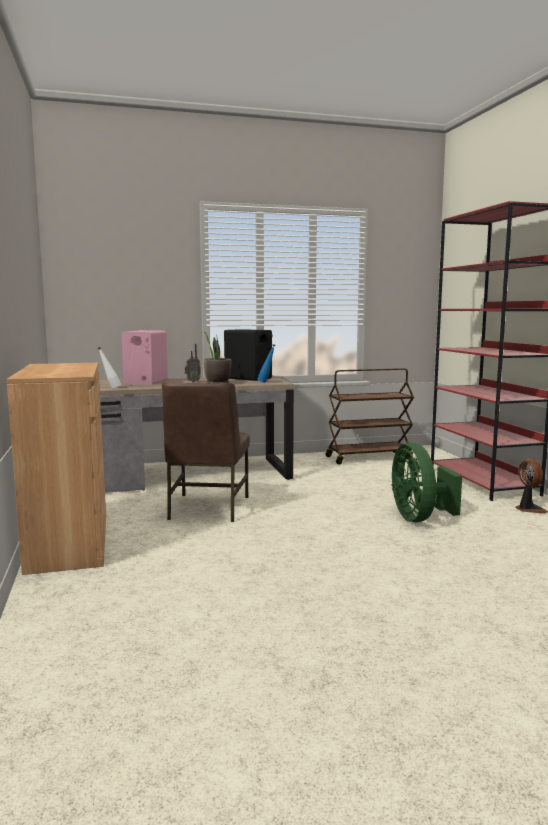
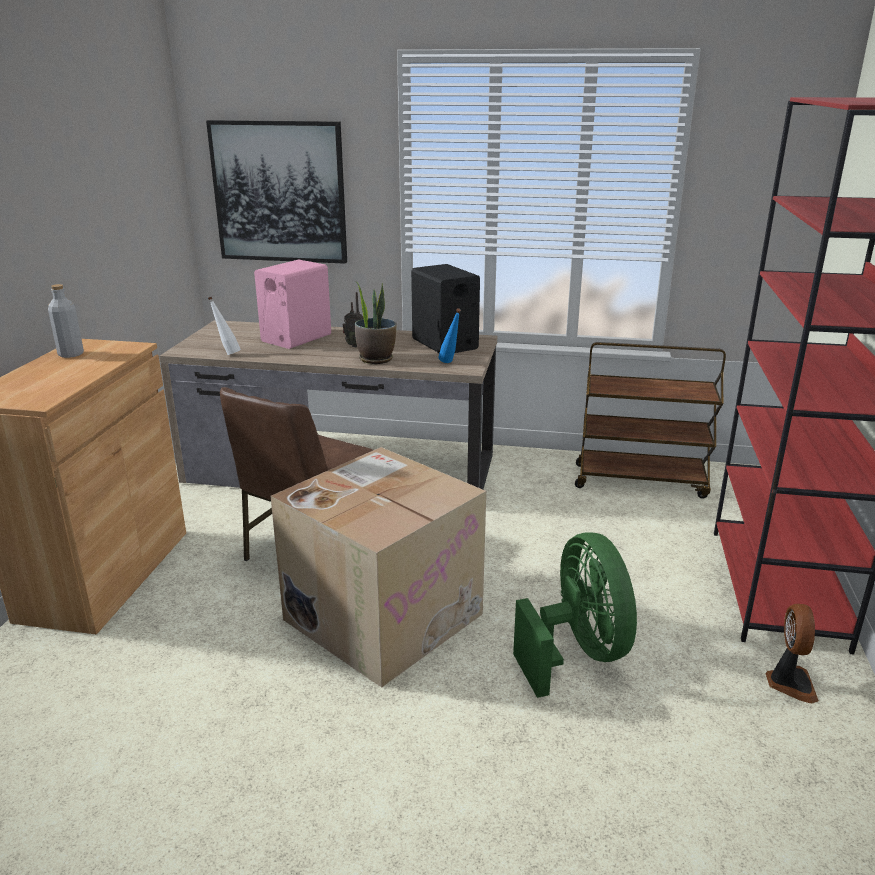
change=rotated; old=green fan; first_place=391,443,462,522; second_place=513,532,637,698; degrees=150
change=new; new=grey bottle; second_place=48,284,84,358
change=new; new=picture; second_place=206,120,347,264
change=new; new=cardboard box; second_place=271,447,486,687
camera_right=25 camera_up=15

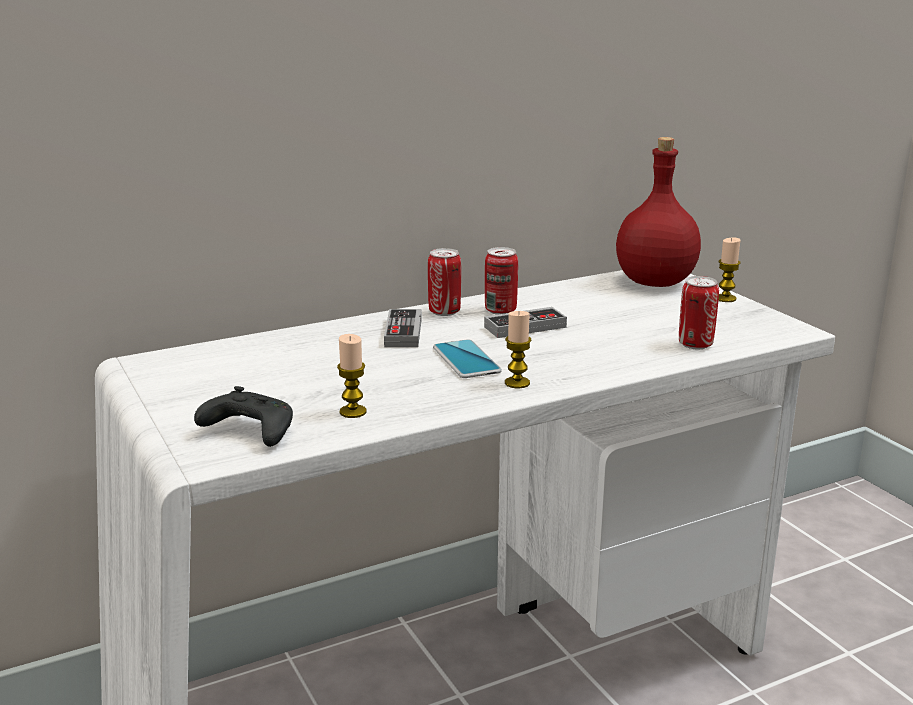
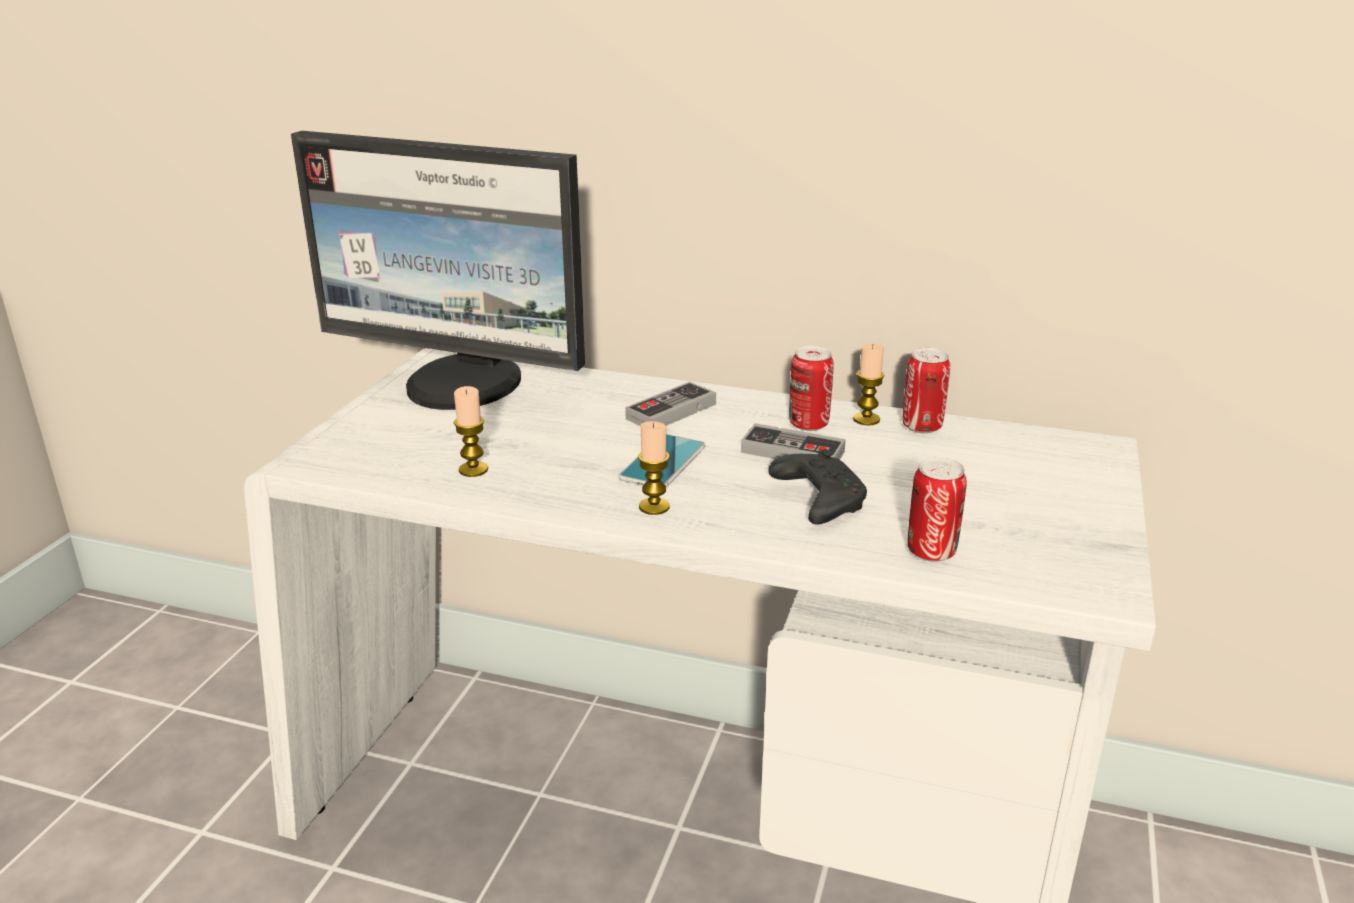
change=shifted; old=black game controller; first_place=194,386,293,447; second_place=768,449,867,524
change=shifted; old=can; first_place=428,248,461,316; second_place=903,348,950,433
change=gone; old=red bottle; first_place=616,137,701,287
change=shifted; old=candle; first_place=718,238,741,302; second_place=853,344,884,426
change=new; new=monitor; second_place=291,131,585,410
camera_right=45 camera_up=5

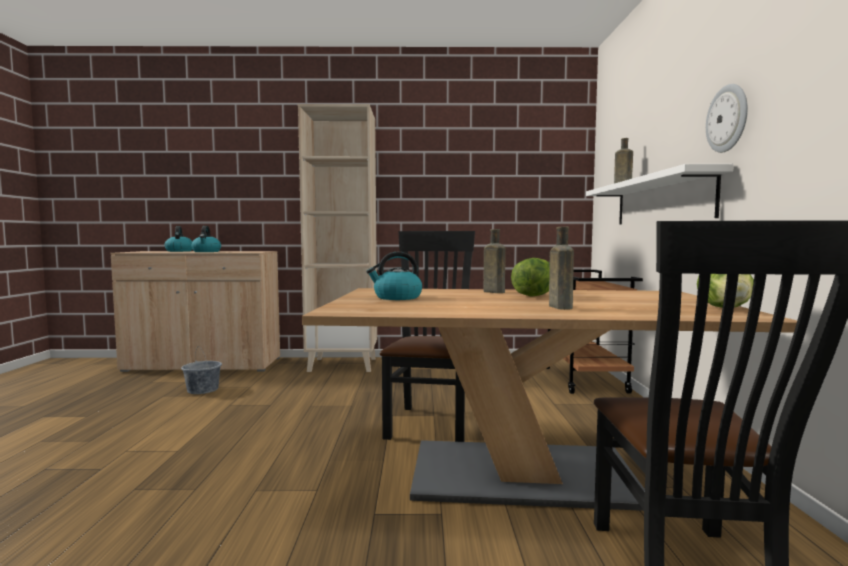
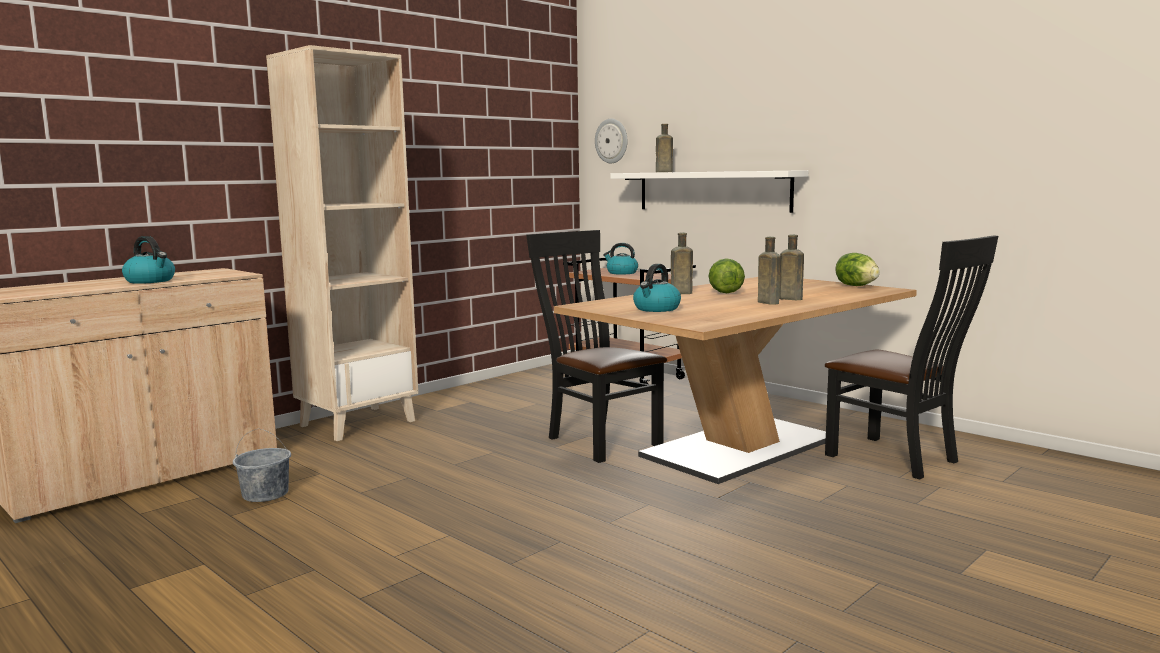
change=shifted; old=kettle; first_place=164,226,192,252; second_place=603,243,638,275
change=shifted; old=wall clock; first_place=706,84,748,153; second_place=595,119,627,163
change=new; new=brown bottle; second_place=758,237,780,304
camera_right=-45 camera_up=5

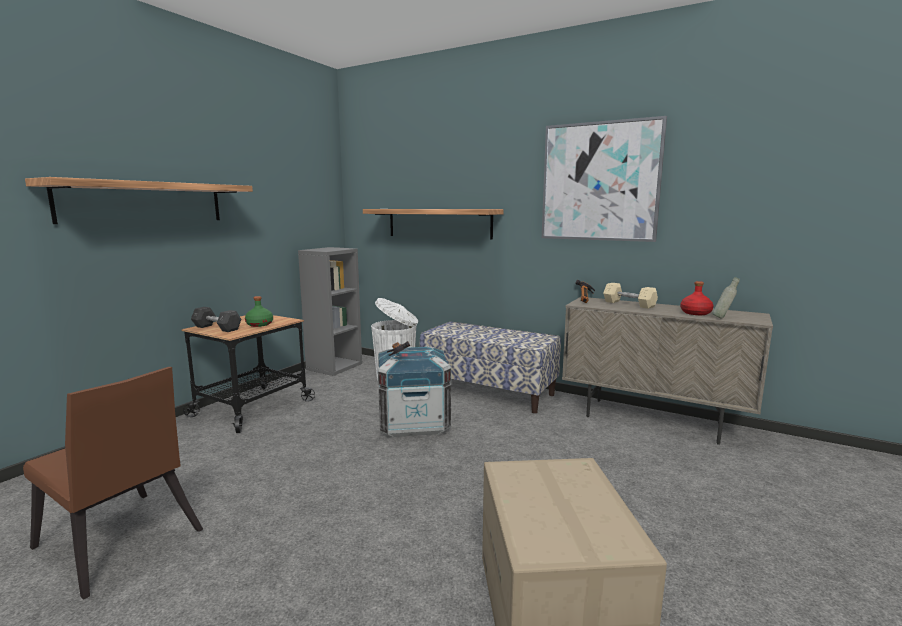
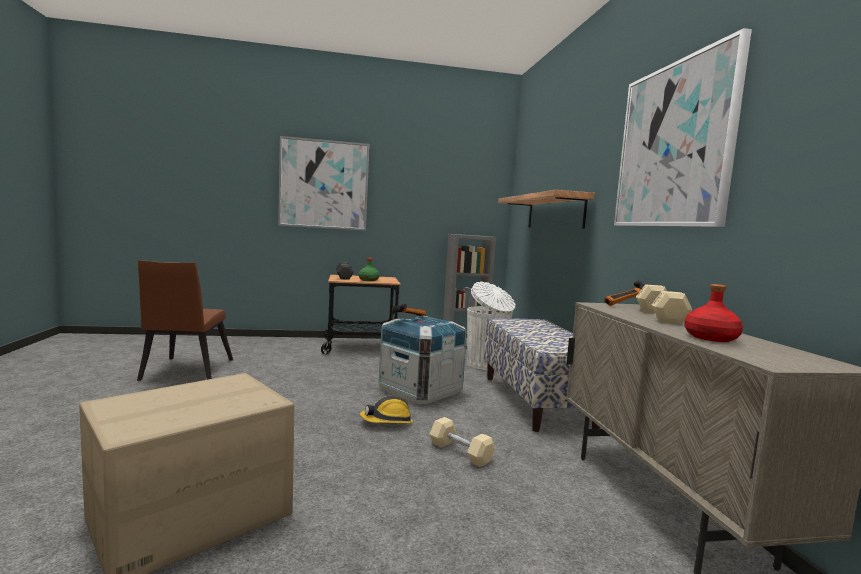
change=swapped; old=shelf; new=picture; first_place=25,177,253,224; second_place=278,136,370,231
change=gone; old=grey bottle; first_place=712,277,740,319
change=new; new=hard hat; second_place=360,396,413,423
change=new; new=beige dumbbell; second_place=429,417,495,467
camera_right=50 camera_up=-5

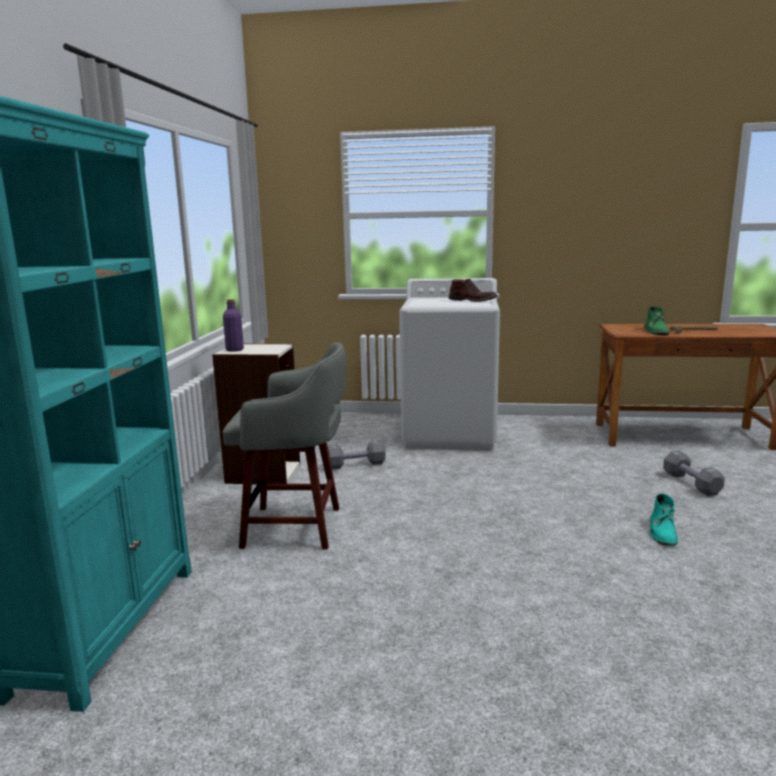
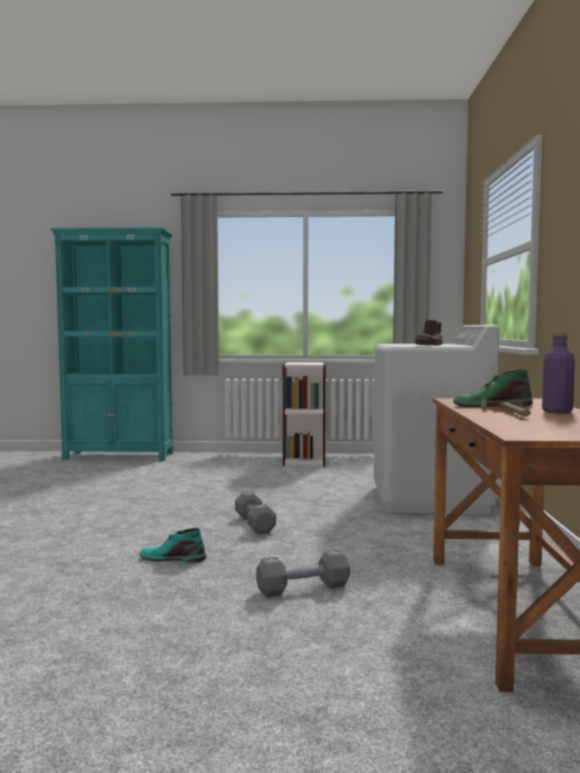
change=shifted; old=purple bottle; first_place=223,299,244,352; second_place=542,332,575,413
change=gone; old=grey stool; first_place=223,342,346,550
change=shifted; old=grey dumbbell; first_place=328,440,386,469; second_place=235,492,276,534
camera_right=85 camera_up=-10

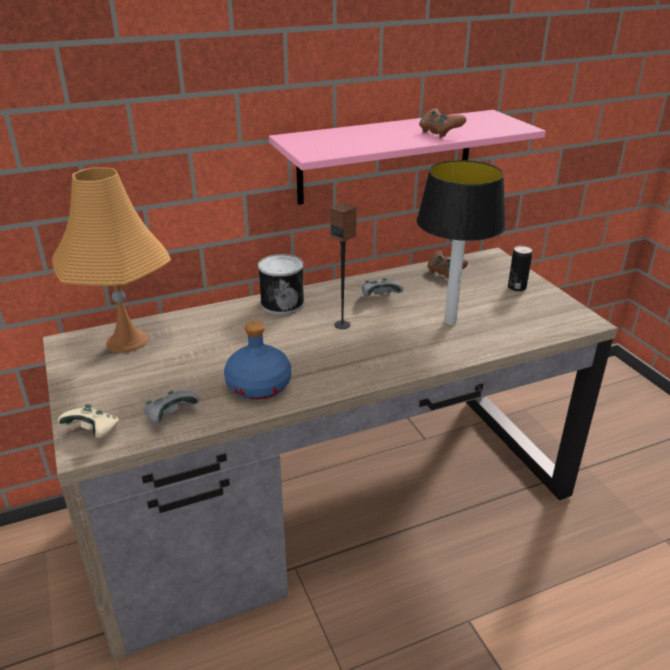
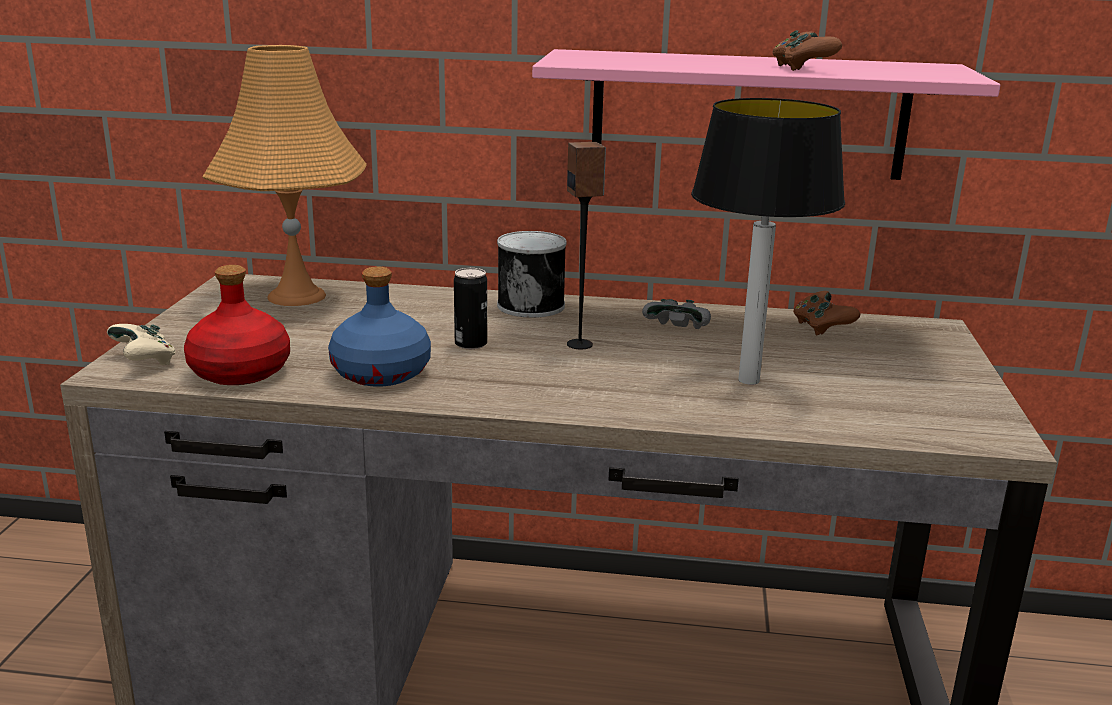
change=swapped; old=grey game controller; new=red bottle; first_place=144,391,200,424; second_place=184,265,290,385
change=shifted; old=can; first_place=508,246,532,292; second_place=454,268,487,349
camera_right=30 camera_up=-10

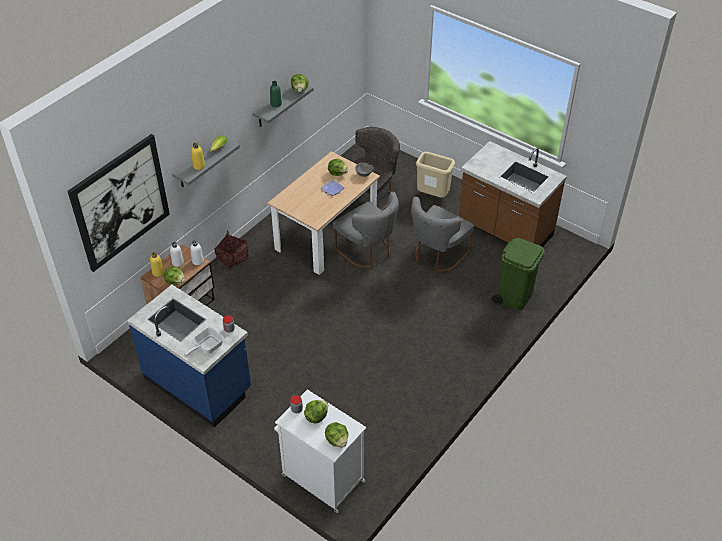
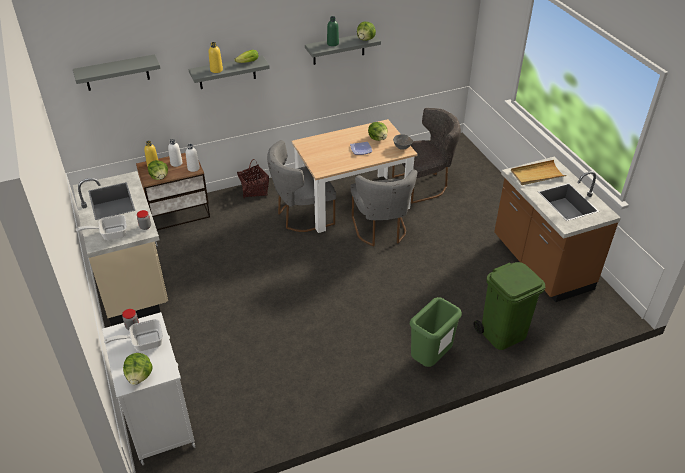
change=swapped; old=picture; new=grey shelf; first_place=68,134,170,272; second_place=73,54,161,91
change=repainted; old=blue counter; new=beige counter; first_place=127,285,251,427; second_place=73,171,168,326
change=swapped; old=lettuce; new=frying pan; first_place=304,400,328,423; second_place=104,319,163,351
change=shifted; old=grey chair; first_place=411,197,474,272; second_place=267,140,336,232
change=gone; old=beige trash can; first_place=416,152,455,197
change=new; new=green trash can; second_place=410,297,462,367
change=new; new=beige tray; second_place=511,160,567,185
camera_right=30 camera_up=-5

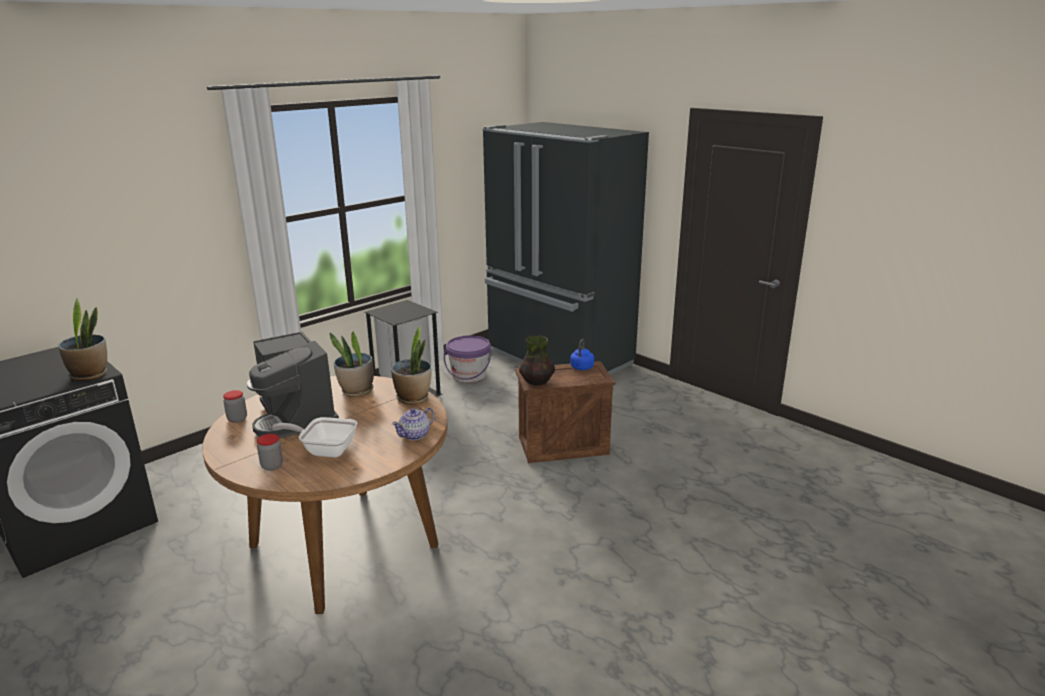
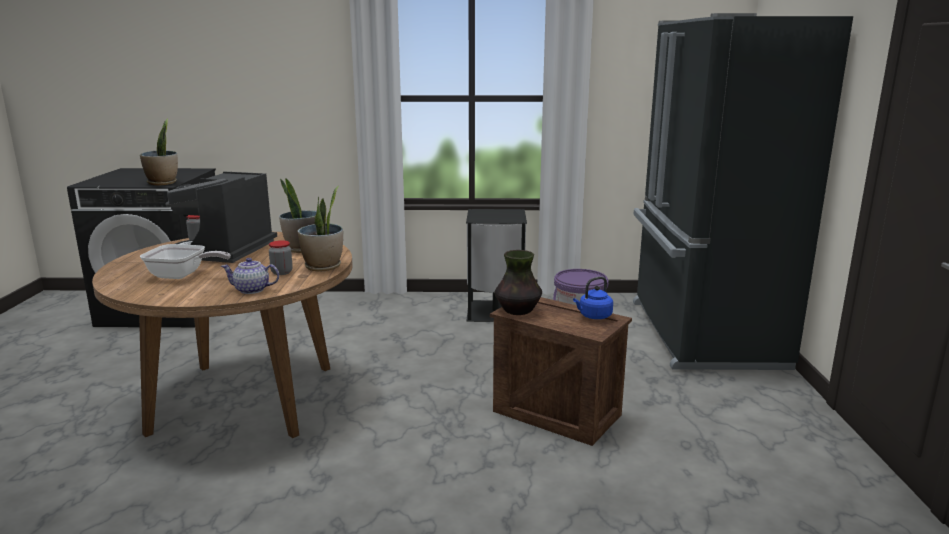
change=shifted; old=jar; first_place=257,434,283,471; second_place=269,240,293,275
change=rotated; old=frying pan; first_place=272,417,357,458; second_place=140,244,231,279; degrees=135
camera_right=45 camera_up=-5

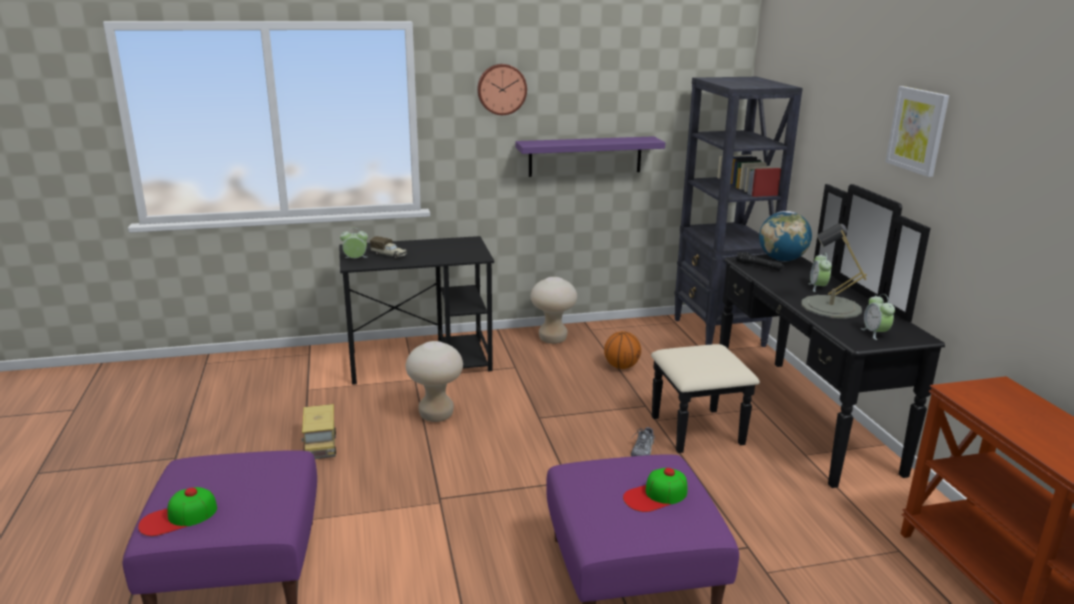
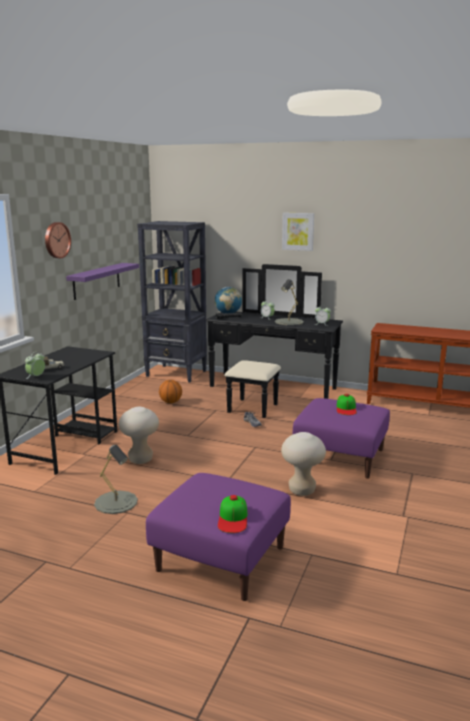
change=swapped; old=toy truck; new=grey table lamp; first_place=301,404,336,459; second_place=94,445,138,514
change=shifted; old=beige stool; first_place=530,277,577,344; second_place=281,432,326,496
camera_right=-55 camera_up=-5

